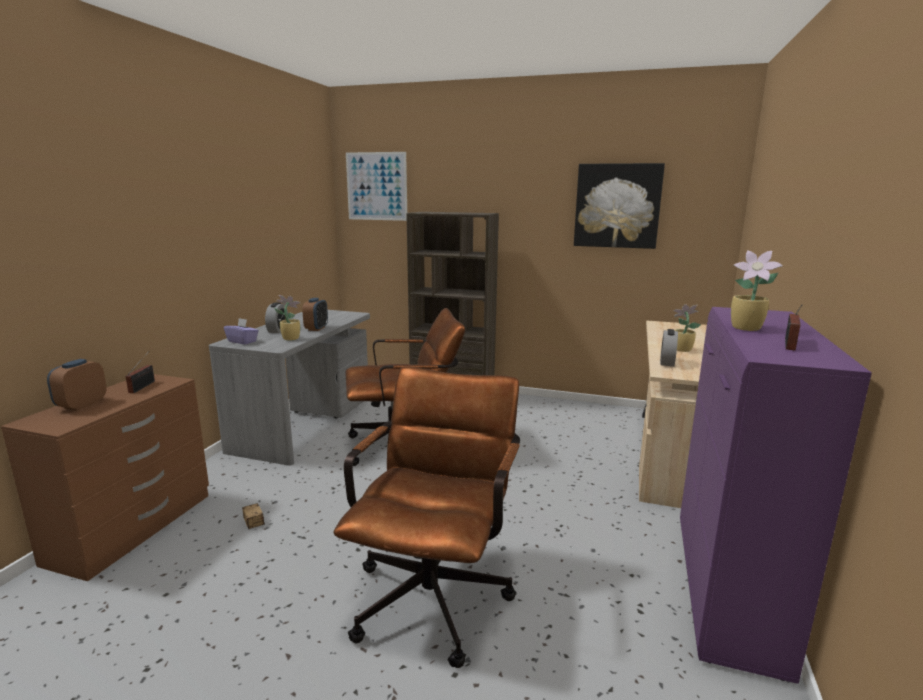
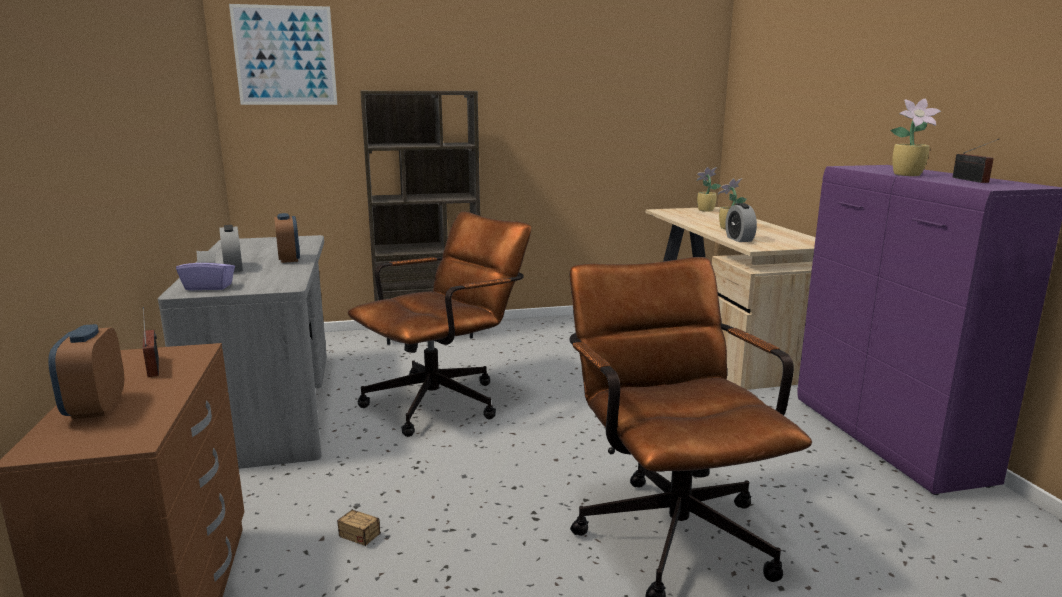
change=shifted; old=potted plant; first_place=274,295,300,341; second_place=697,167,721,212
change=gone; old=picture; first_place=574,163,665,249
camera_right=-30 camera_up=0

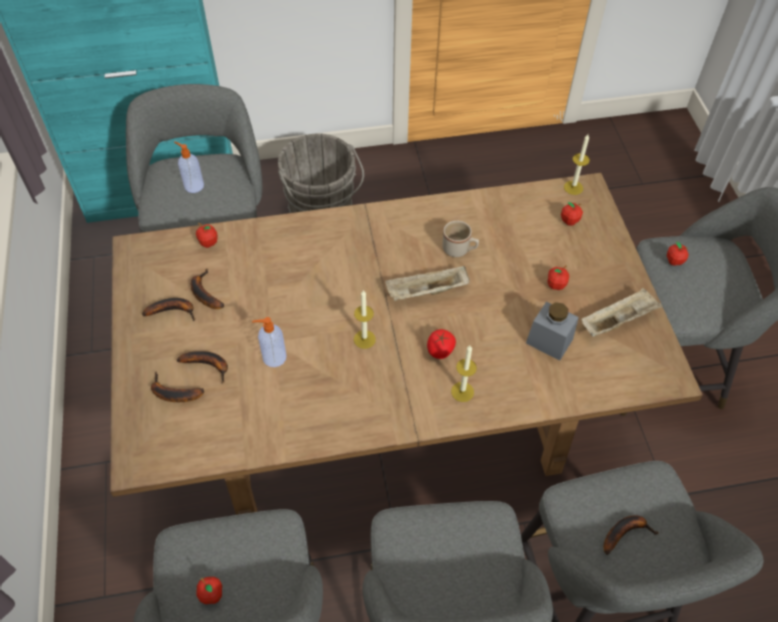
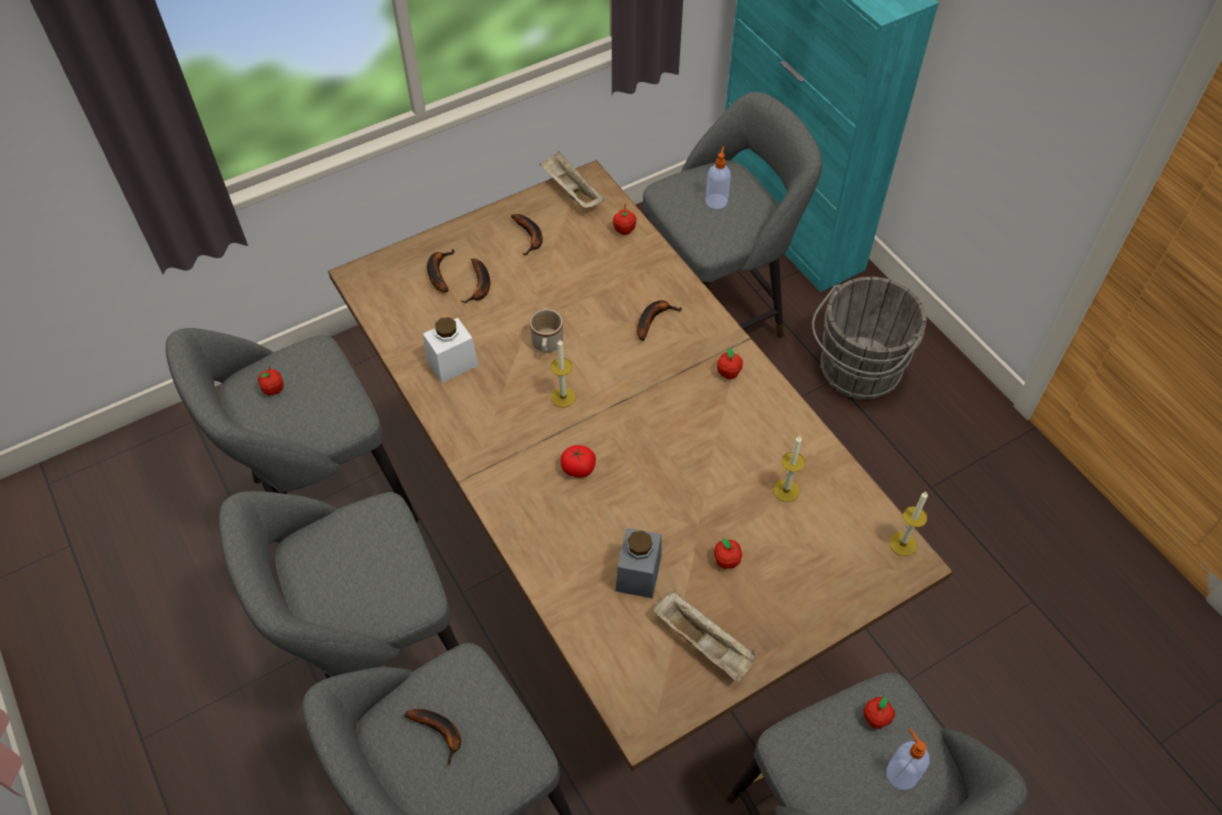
change=shifted; old=banana; first_place=191,269,224,309; second_place=637,300,682,341
change=shifted; old=soap dispenser; first_place=252,317,286,367; second_place=886,728,929,790
change=shifted; old=beige tray; first_place=385,266,470,301; second_place=540,151,604,208
change=shifted; old=beige mug; first_place=442,221,479,257; second_place=530,309,563,353
change=shifted; old=candle; first_place=451,345,477,402; second_place=773,436,805,502
change=shifted; old=apple; first_place=561,202,583,226; second_place=717,348,743,379
change=new; new=white jar; second_place=423,317,479,383
camera_right=70 camera_up=0

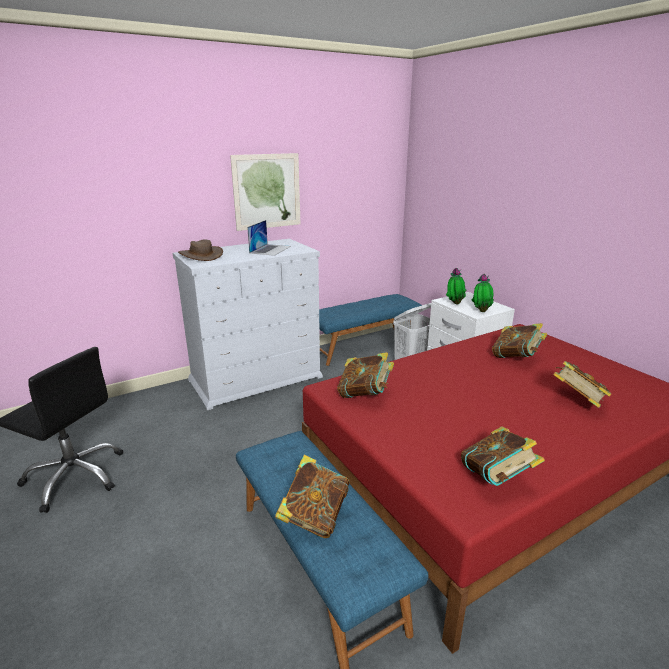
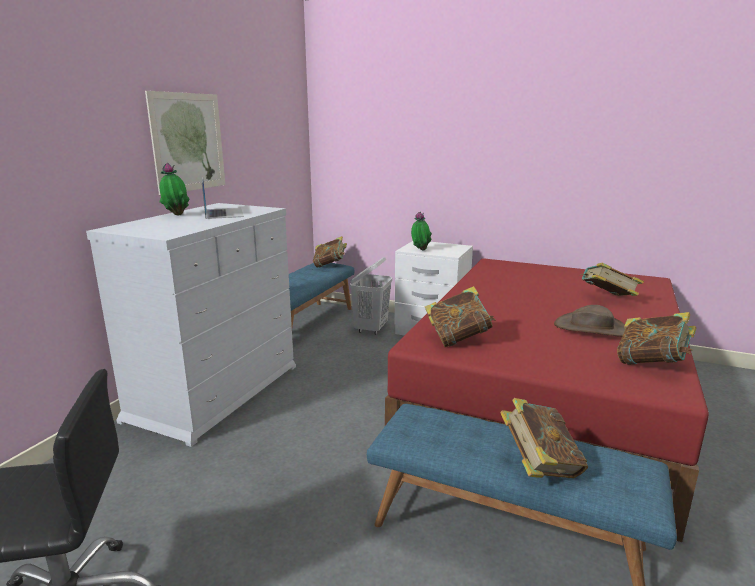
change=shifted; old=brown hat; first_place=178,239,223,261; second_place=554,305,625,337
change=shifted; old=potted plant; first_place=472,274,494,312; second_place=160,163,189,216
change=shifted; old=book; first_place=492,323,547,358; second_place=313,236,347,268
camera_right=-35 camera_up=-5

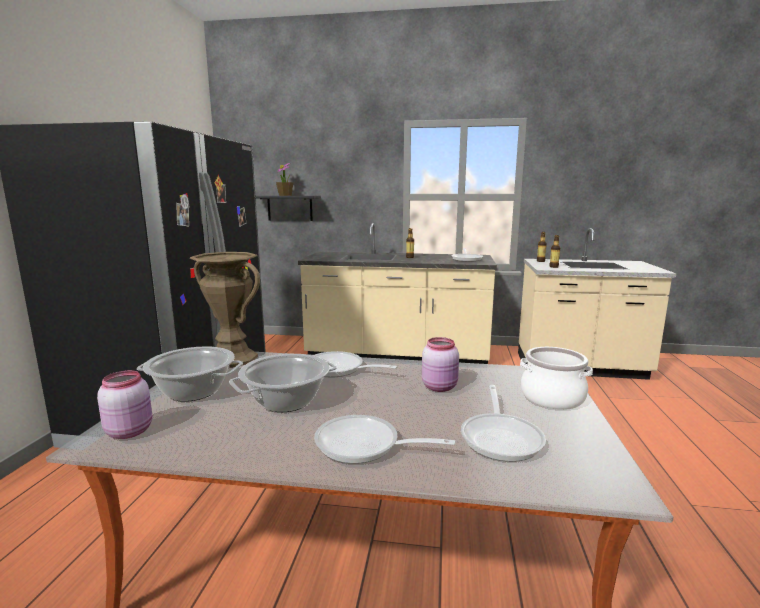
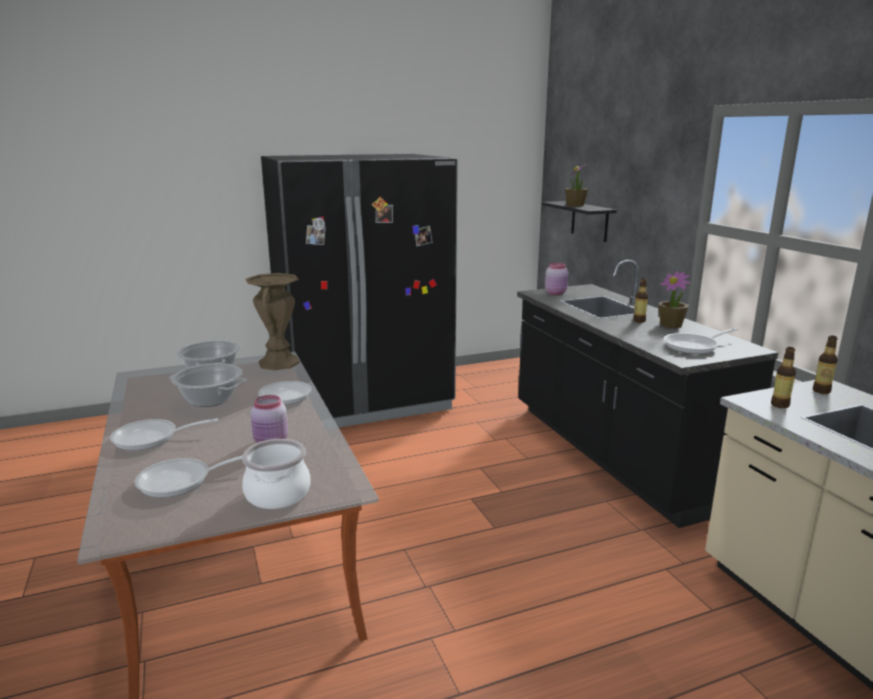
change=shifted; old=pink jar; first_place=97,370,153,439; second_place=545,263,568,295
change=repainted; old=beige counter; new=black counter; first_place=298,223,497,364; second_place=517,260,778,528
change=rotated; old=frying pan; first_place=314,415,456,464; second_place=110,418,218,450; degrees=-90
change=new; new=potted plant; second_place=659,271,691,328
camera_right=60 camera_up=5

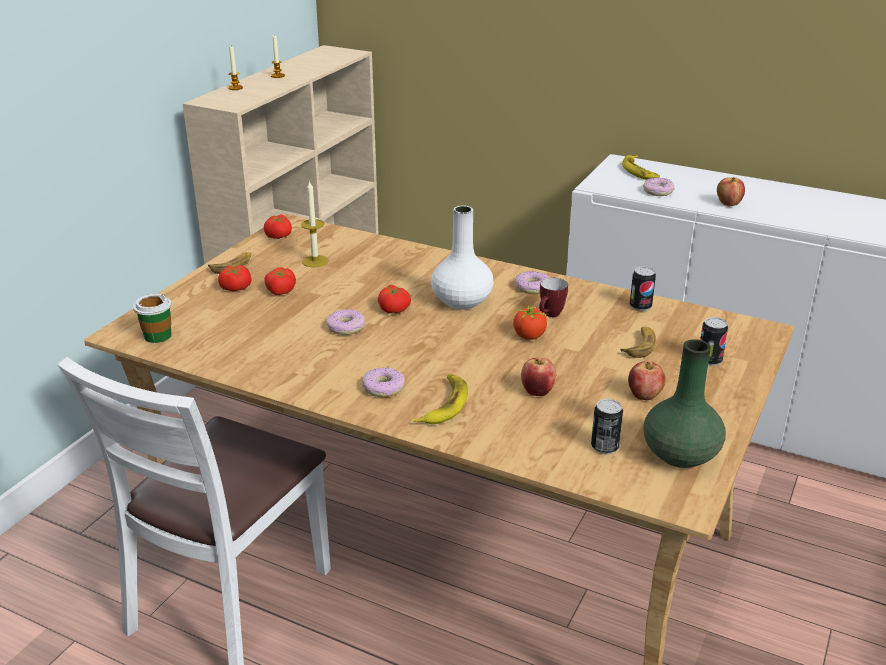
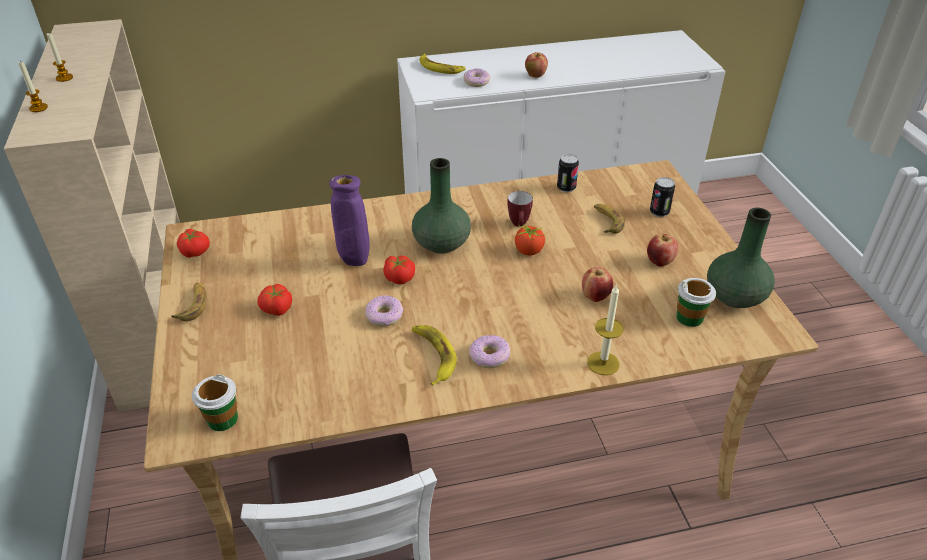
change=gone; old=tomato; first_place=218,265,251,291
change=shifted; old=candle; first_place=301,180,329,267; second_place=587,284,624,375
change=shifted; old=banana; first_place=414,374,468,424; second_place=412,325,457,386
change=repainted; old=white vase; new=green vase; first_place=431,205,494,310; second_place=412,158,471,253
change=gone; old=donut; first_place=515,271,550,294
change=swapped; old=can; new=cup; first_place=591,399,623,454; second_place=676,278,716,327
change=new; new=purple vase; second_place=329,175,370,266
camera_right=-40 camera_up=10

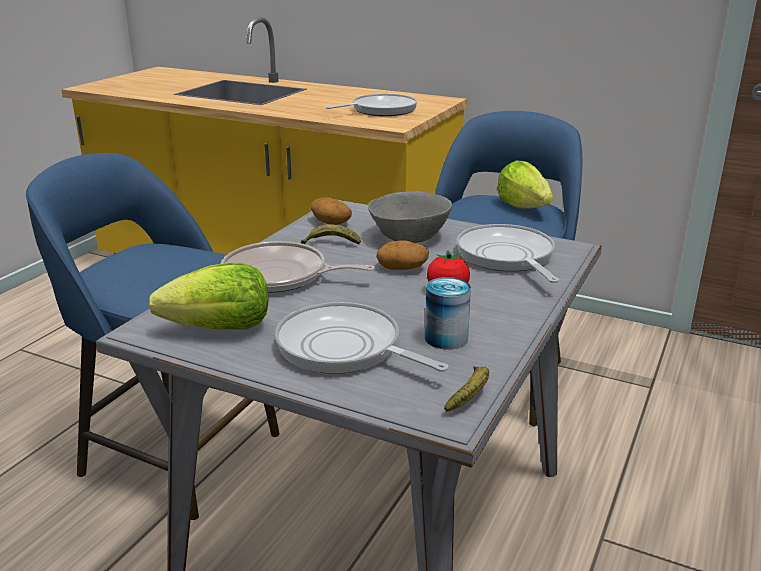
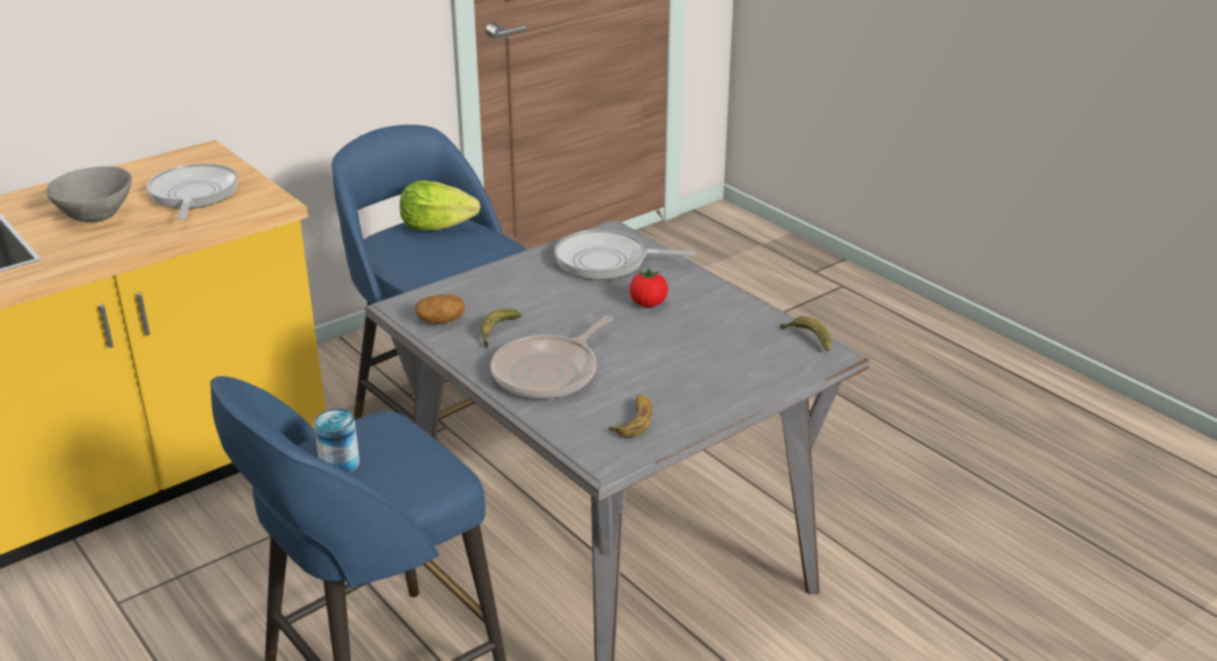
change=swapped; old=lettuce; new=banana; first_place=149,263,269,330; second_place=608,395,653,437
change=gone; old=frying pan; first_place=275,302,448,374
change=shifted; old=grey bowl; first_place=368,191,452,243; second_place=46,166,132,222
change=gone; old=potato; first_place=376,240,429,270
change=shifted; old=can; first_place=425,277,471,350; second_place=314,409,360,473
camera_right=-65 camera_up=5

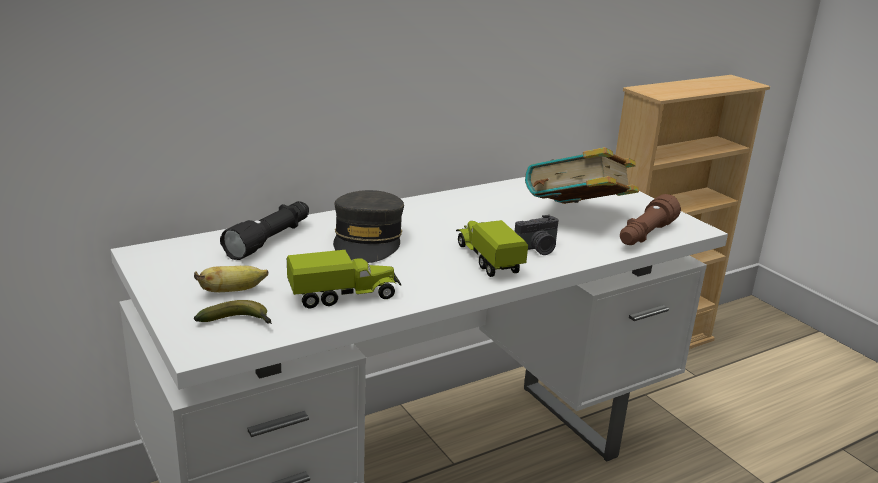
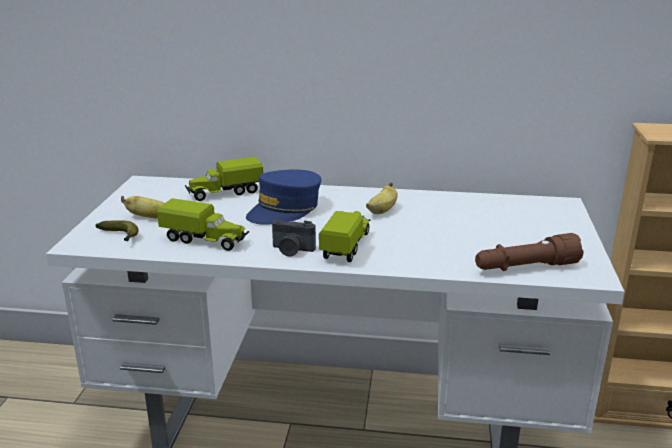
change=swapped; old=black flashlight; new=toy truck; first_place=220,201,309,260; second_place=185,157,263,201
change=repainted; old=grey cap; new=blue cap; first_place=333,190,404,263; second_place=246,169,321,225
change=shifted; old=photo camera; first_place=514,215,559,255; second_place=272,220,316,257
change=gone; old=book; first_place=525,147,639,204
change=new; new=banana; second_place=366,182,398,214
camera_right=40 camera_up=0

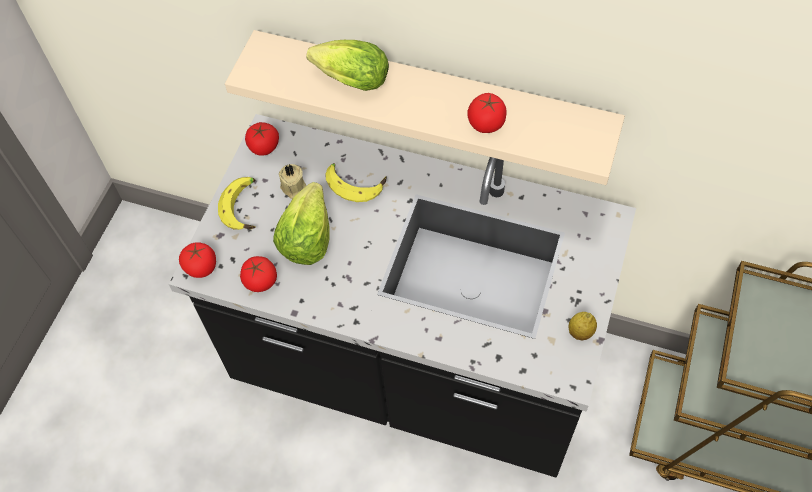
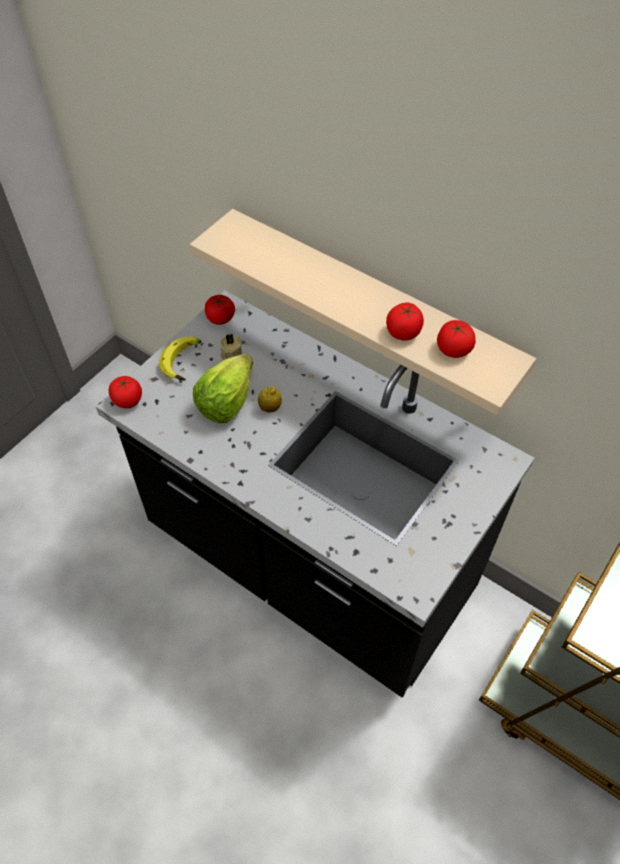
change=shifted; old=tomato; first_place=240,256,277,292; second_place=437,320,476,358
change=gone; old=lettuce; first_place=306,40,389,91
change=gone; old=banana; first_place=325,163,387,202
change=shifted; old=lemon; first_place=569,312,597,340; second_place=258,386,282,412
camera_right=15 camera_up=-5

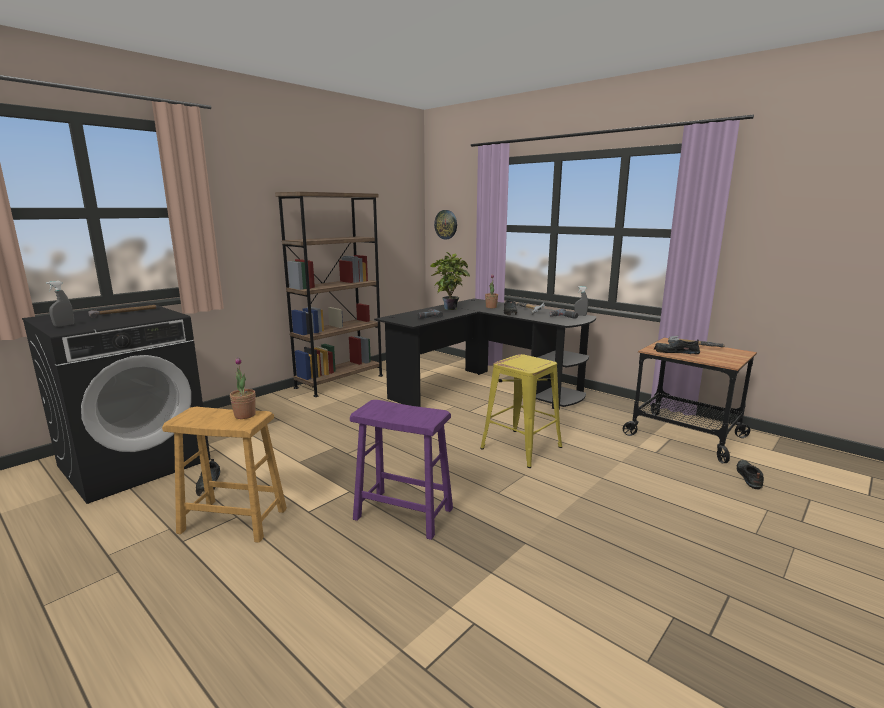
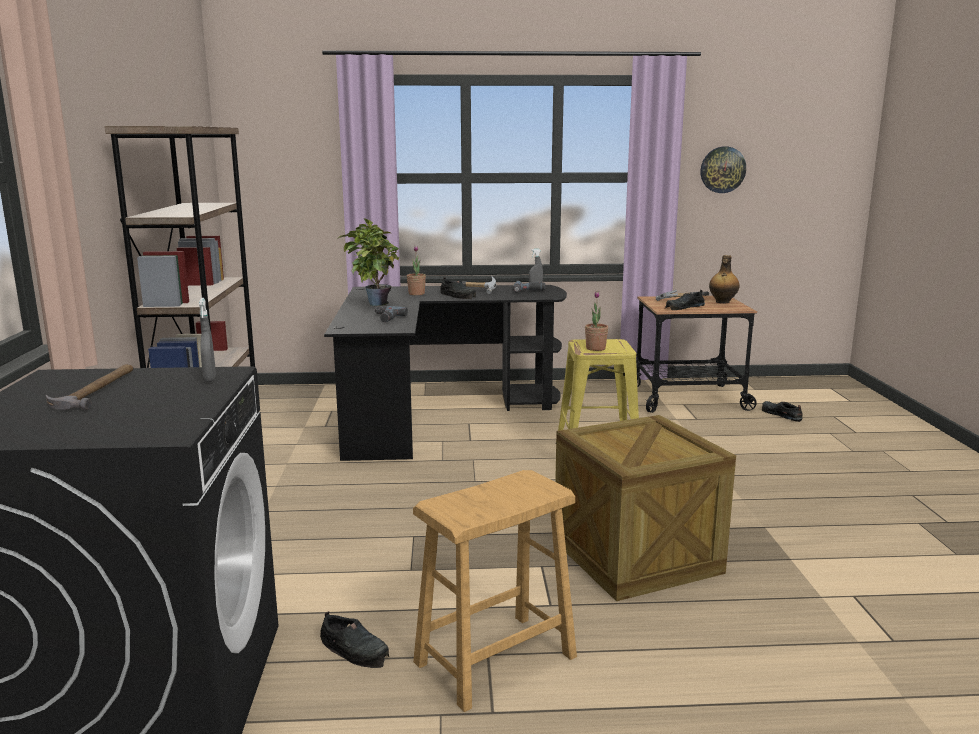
change=shifted; old=grey spray bottle; first_place=46,281,74,327; second_place=199,298,216,382
change=shifted; old=potted plant; first_place=230,357,256,419; second_place=585,291,608,351
change=swapped; old=purple stool; new=crate; first_place=350,400,453,540; second_place=555,415,736,601
change=shifted; old=wall clock; first_place=434,210,457,239; second_place=700,147,746,193
change=new; new=bottle; second_place=709,255,740,304
camera_right=-45 camera_up=0

